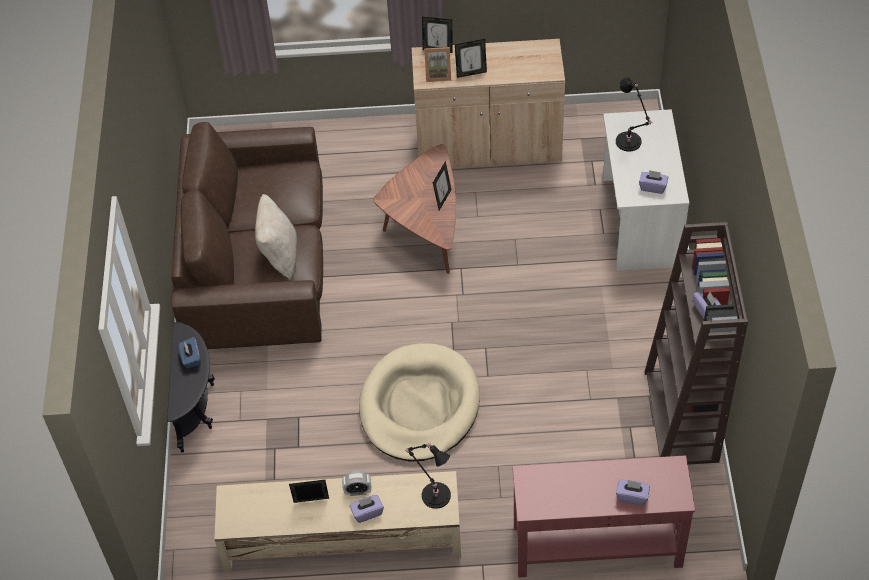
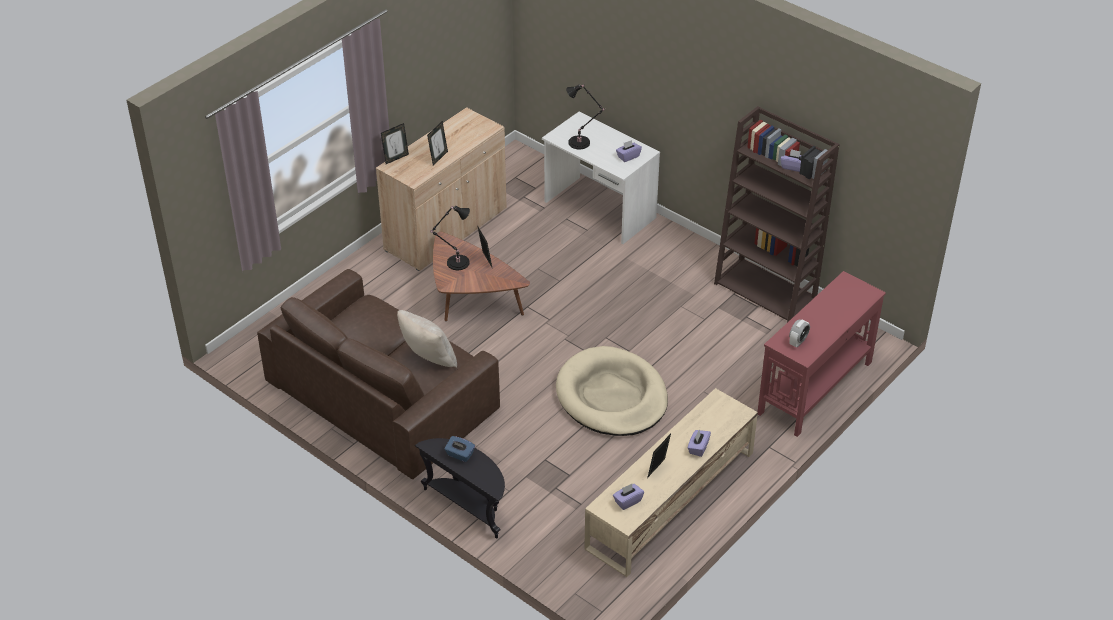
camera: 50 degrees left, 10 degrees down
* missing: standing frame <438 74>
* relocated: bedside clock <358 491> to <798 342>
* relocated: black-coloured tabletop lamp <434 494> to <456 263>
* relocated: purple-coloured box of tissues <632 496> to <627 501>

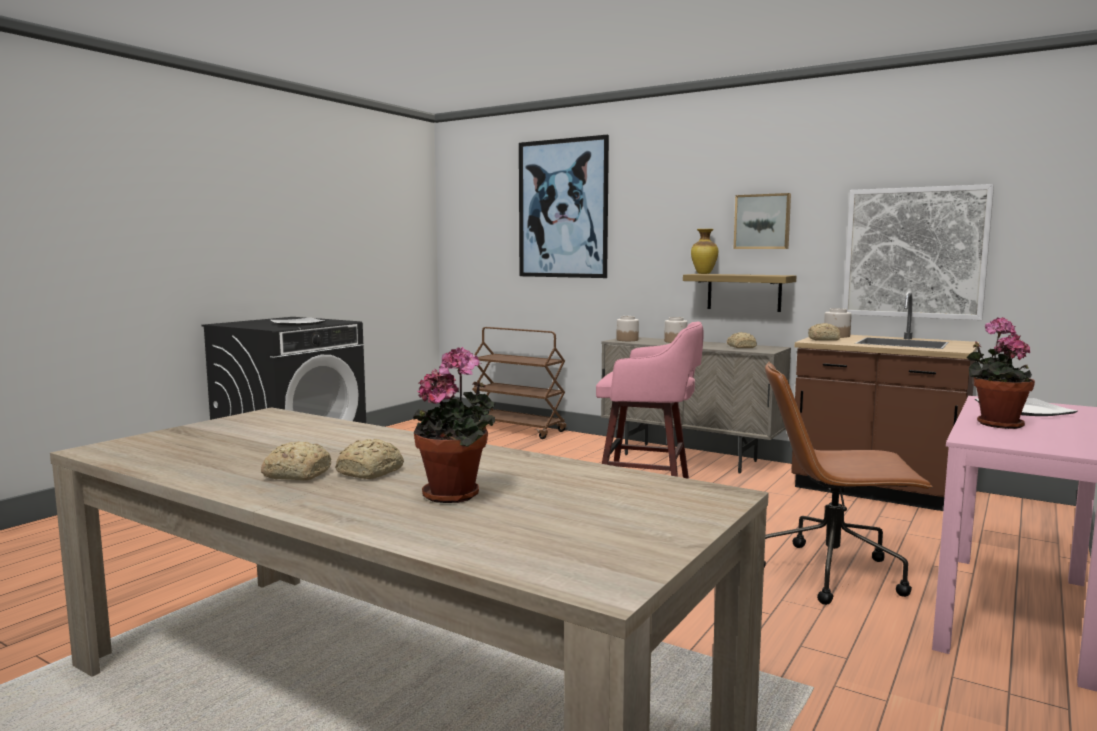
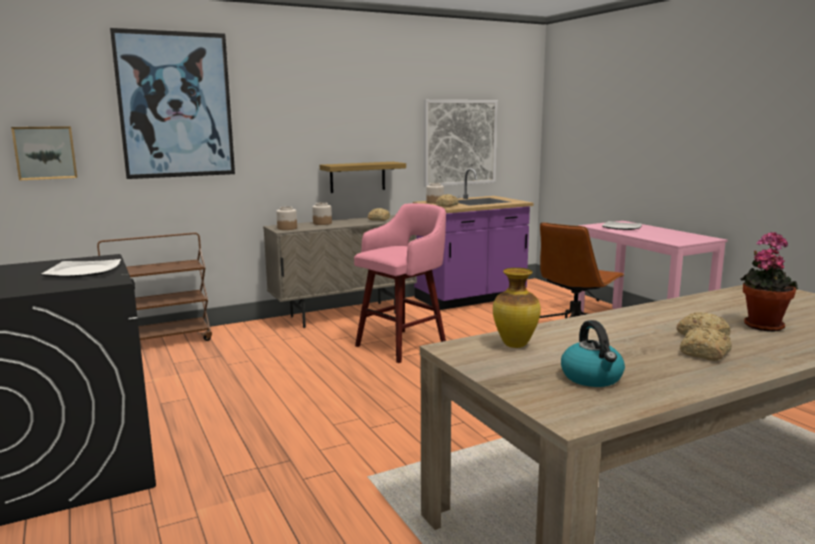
camera: 60 degrees left, 5 degrees up
* missing: houseplant <995 424>
* appeared: tea kettle <592 378>
* relocated: decorative vase <703 273> to <515 345>
* relocated: picture <762 221> to <45 152>
* colour: brown-coloured kitchen counter <877 491> to purple-coloured kitchen counter <470 298>

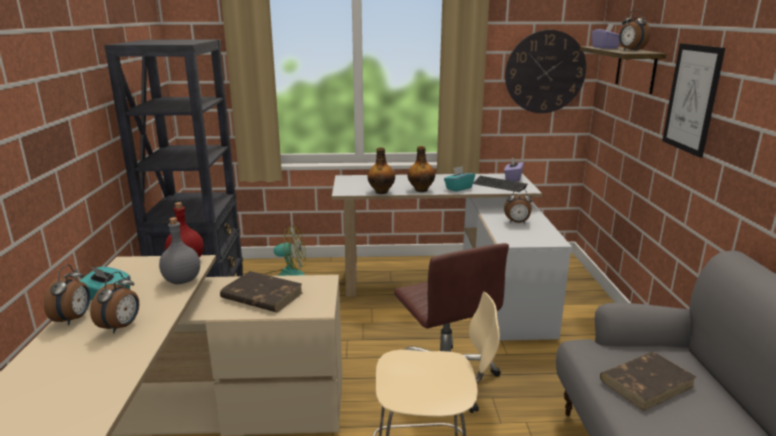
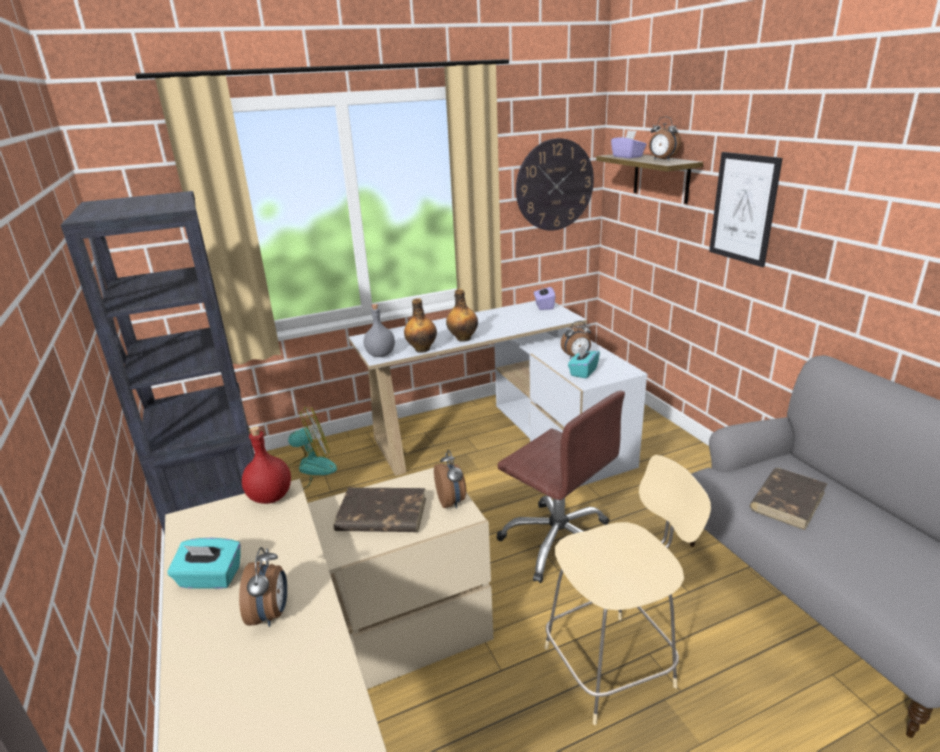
camera: 20 degrees left, 5 degrees up
* missing: keyboard <499 185>
* relocated: bedside clock <74 319> to <452 501>
* relocated: grey drink bottle <182 280> to <380 354>
* relocated: blue-green box of tissues <458 188> to <583 372>

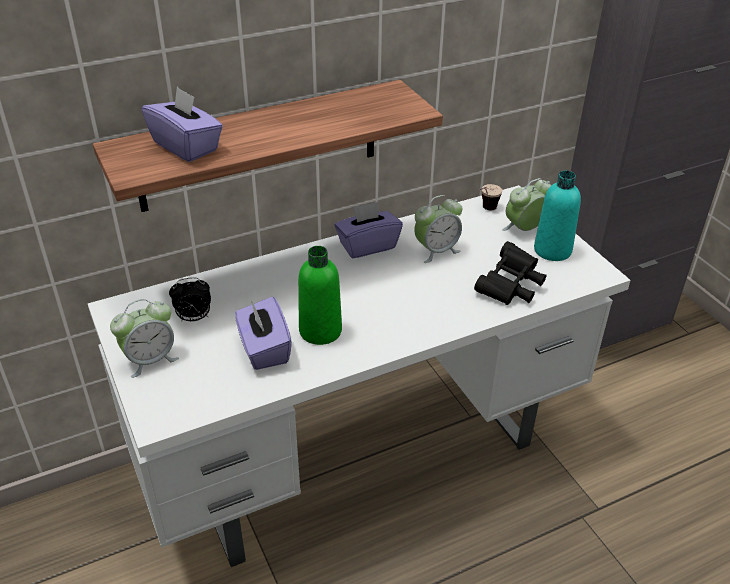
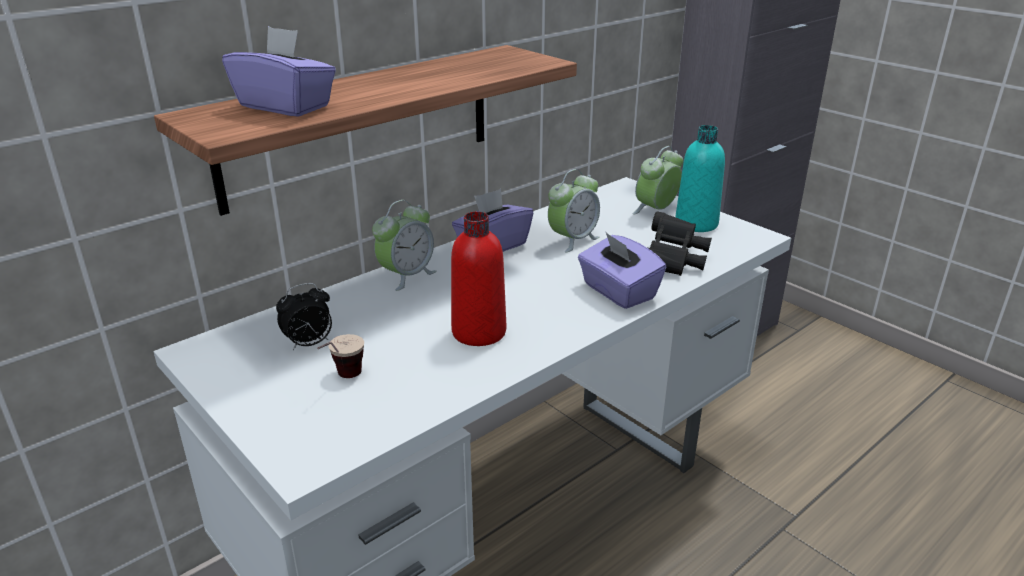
camera: 15 degrees left, 10 degrees down
* relocated: bedside clock <150 360> to <406 276>
* relocated: purple-coloured box of tissues <264 349> to <618 292>
* relocated: small cup <485 211> to <342 380>
* colour: green-coloured drink bottle <320 331> to red-coloured drink bottle <479 332>

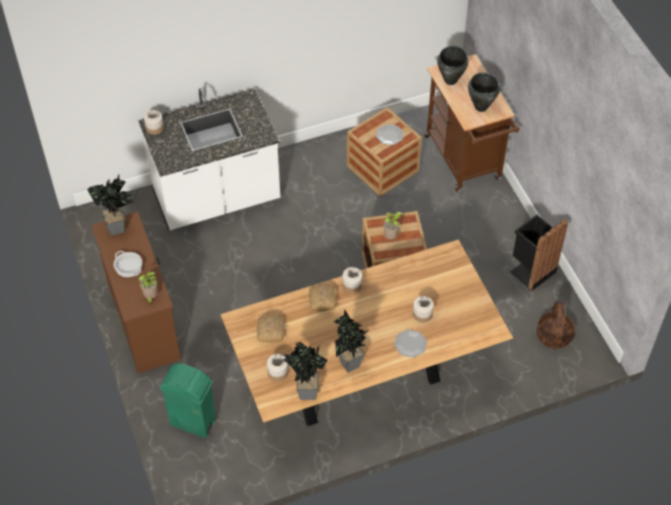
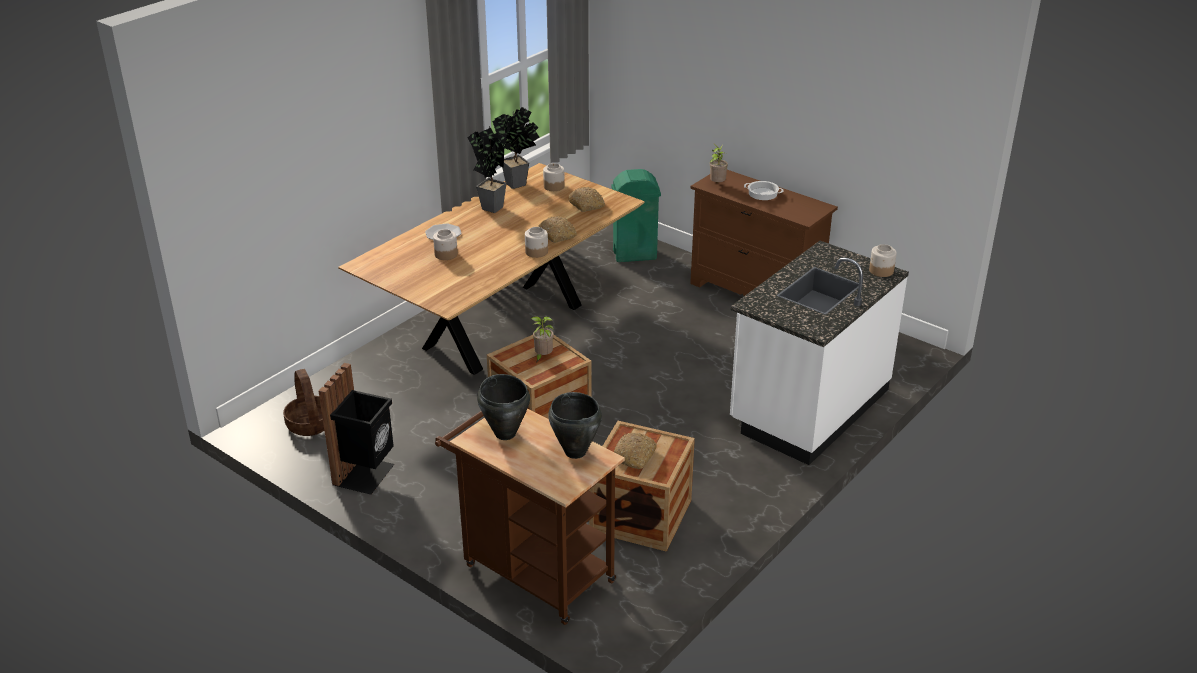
camera: 150 degrees right, 20 degrees down
* missing: houseplant <119 229>
* exchanged: dinner plate <389 135> to bakery bread <634 456>

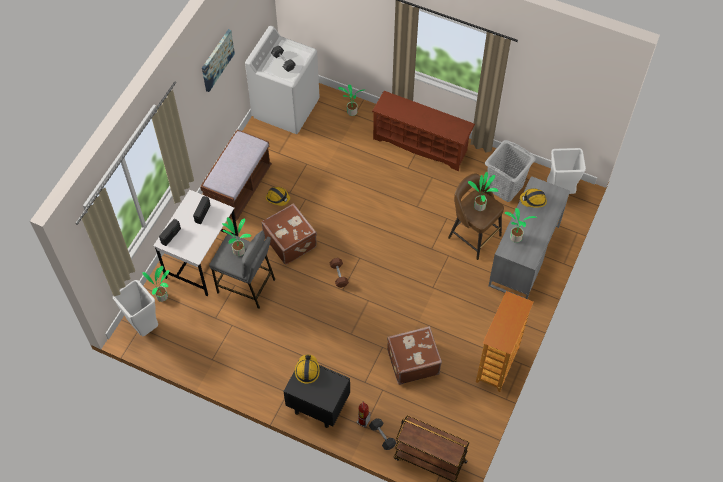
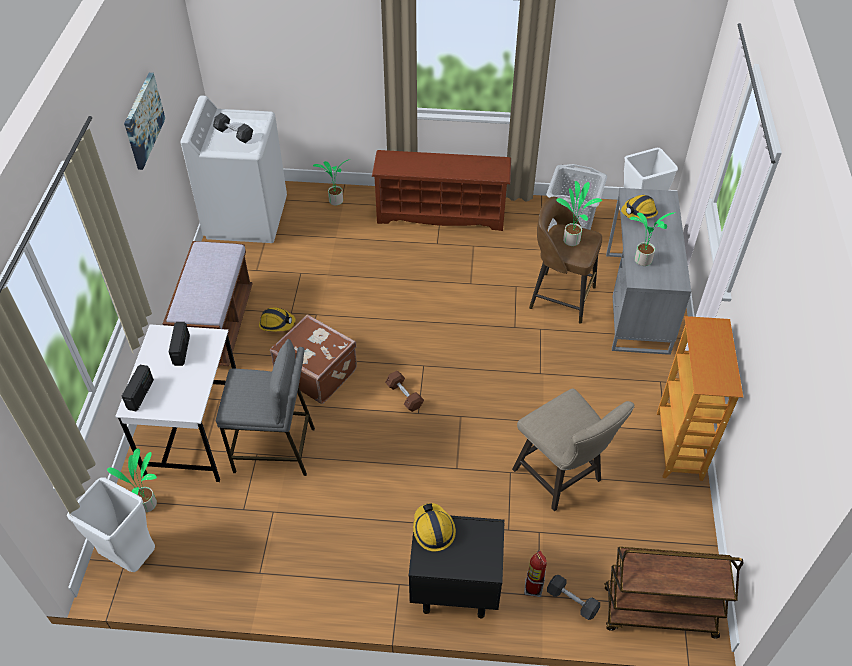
camera: 20 degrees left, 10 degrees down
* missing: houseplant <238 250>
* exchanged: brown-coloured travel case <412 361> to sand-coloured stool seat <561 478>

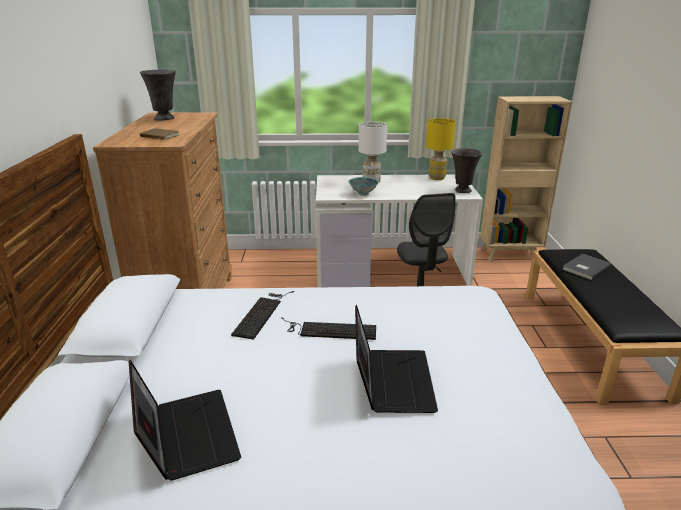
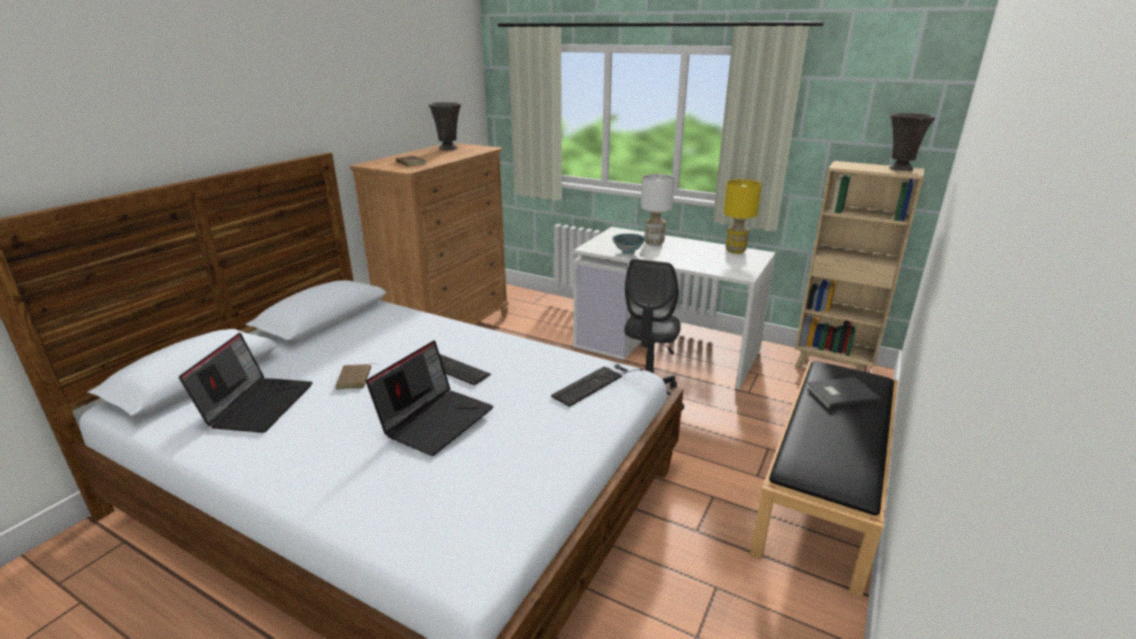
camera: 30 degrees right, 0 degrees up
* appeared: brown-coloured book <355 379>
* relocated: keyboard <262 313> to <595 383>
* relocated: grey decorative vase <462 191> to <899 169>

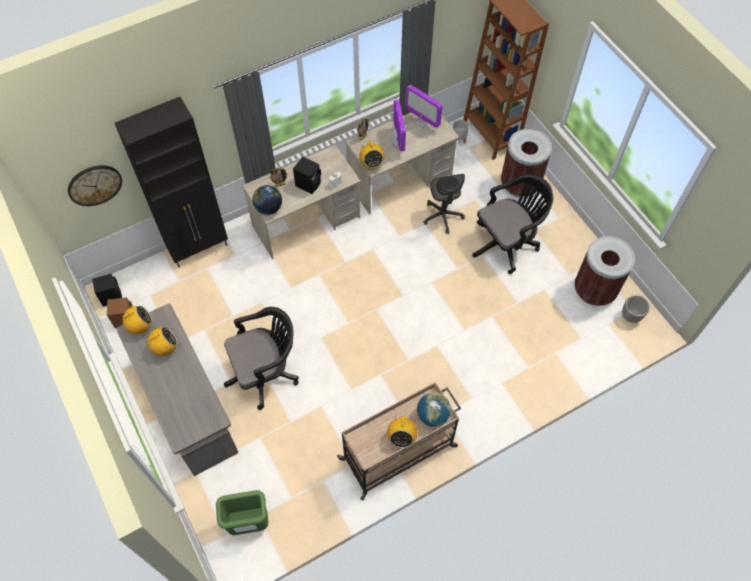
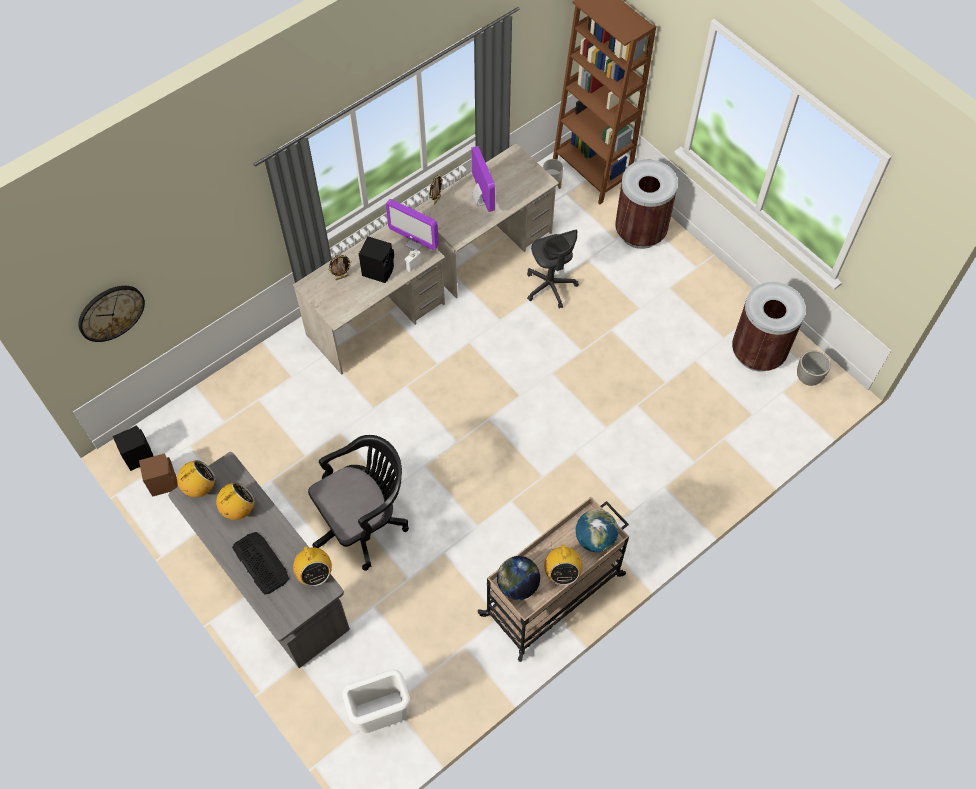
camera: 10 degrees left, 0 degrees up
* missing: black-coloured cupboard <199 248>
* missing: black-coloured office chair <507 243>
* appeared: keyboard <260 563>
* relocated: globe <269 208> to <517 585>
* relocated: radio set <371 164> to <314 573>
* relocated: computer display <422 122> to <415 243>
* colour: green-coloured waste bin <249 524> to whitish waste bin <381 716>

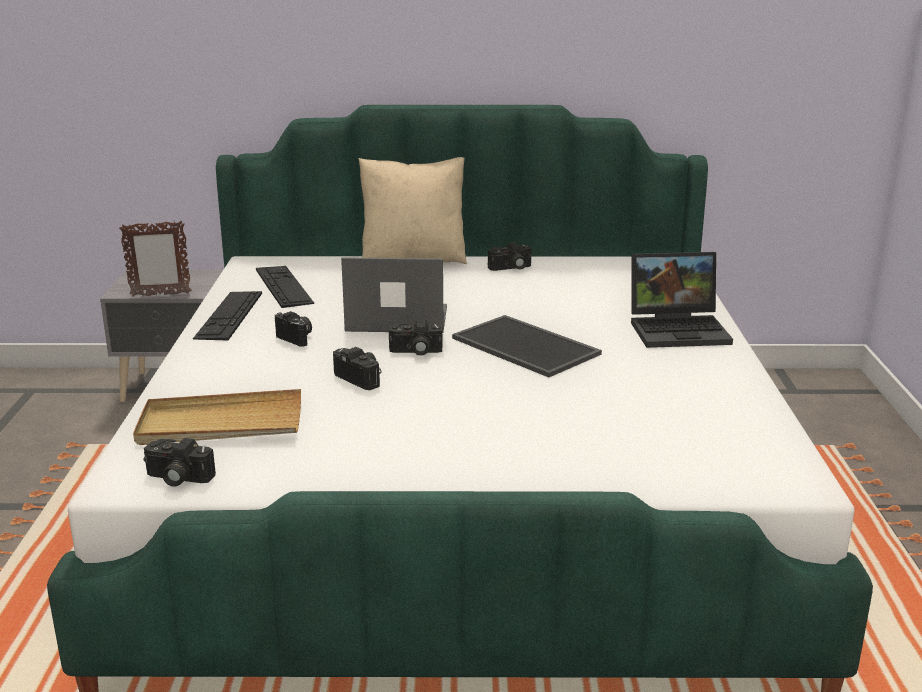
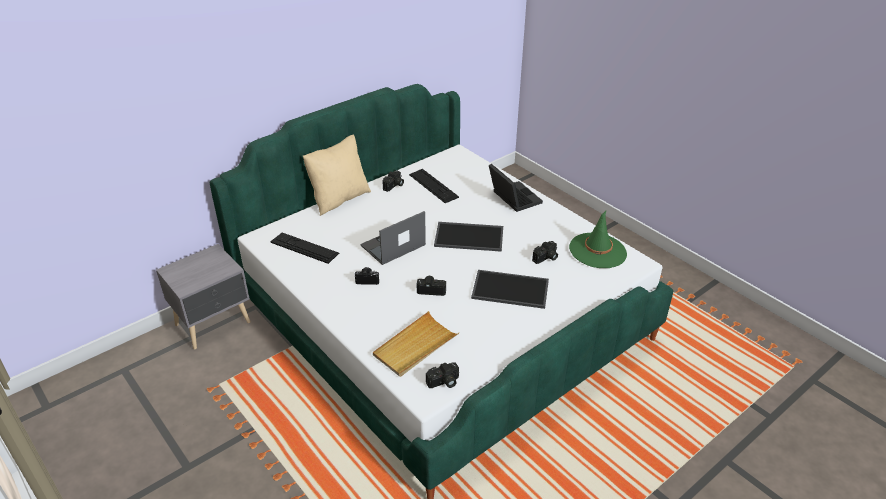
camera: 40 degrees left, 15 degrees up
* missing: standing frame <160 295>
* appeared: serving tray <509 290>
* appeared: green-coloured wearable hat <597 251>
* relocated: keyboard <229 315> to <433 186>
* relocated: photo camera <415 351> to <546 258>
* spun: notebook computer <680 329> = <512 198> 75 degrees counterclockwise

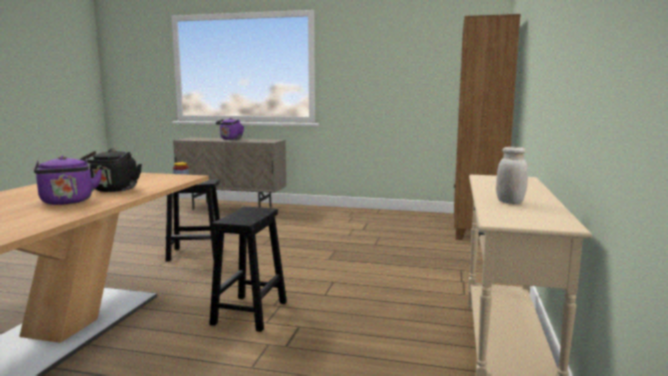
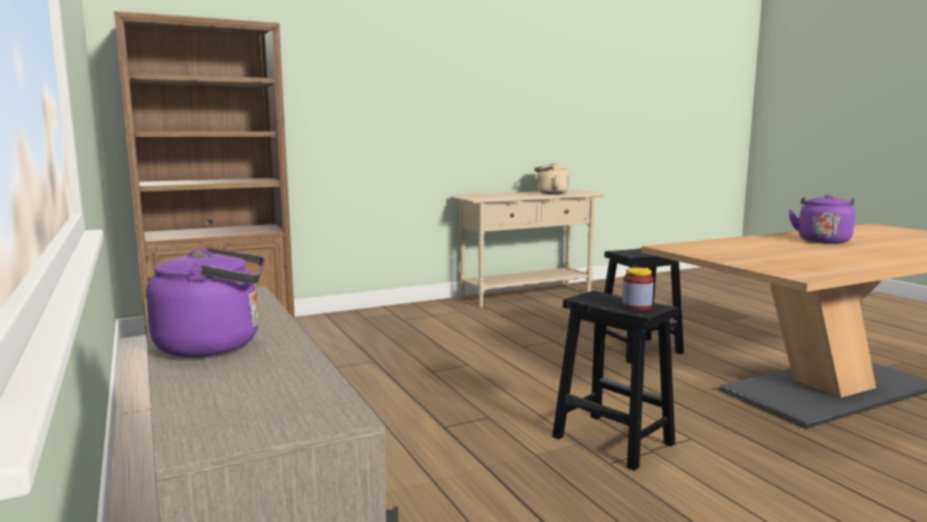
camera: 130 degrees left, 0 degrees up
* missing: black-coloured tea kettle <114 190>
* exchanged: whitish storage jar <510 202> to sand-coloured tea kettle <550 193>

